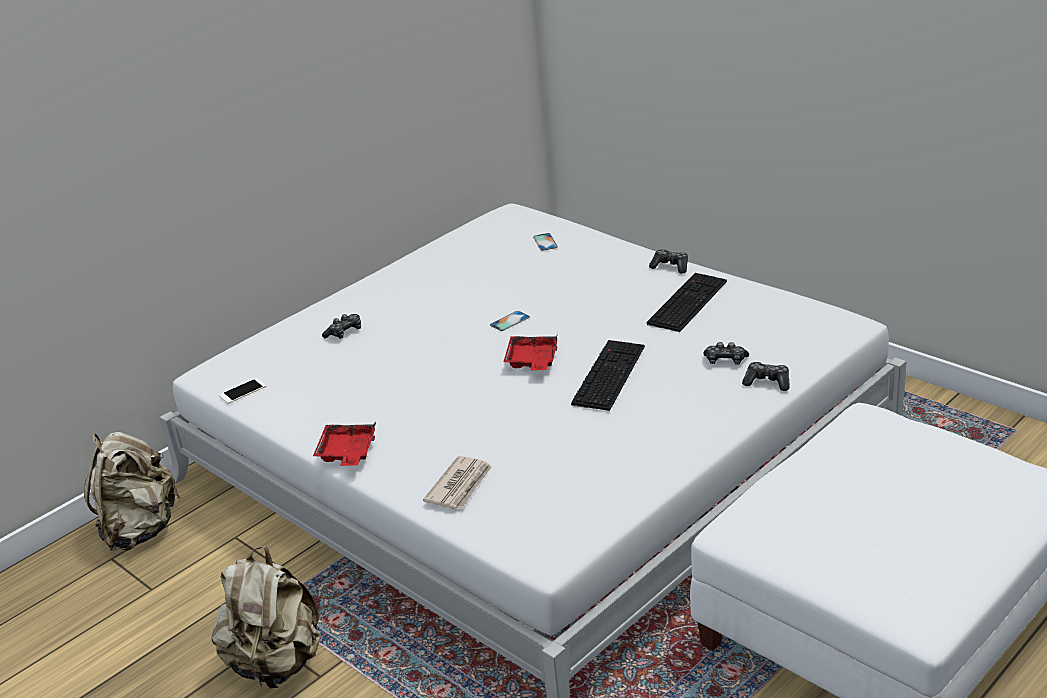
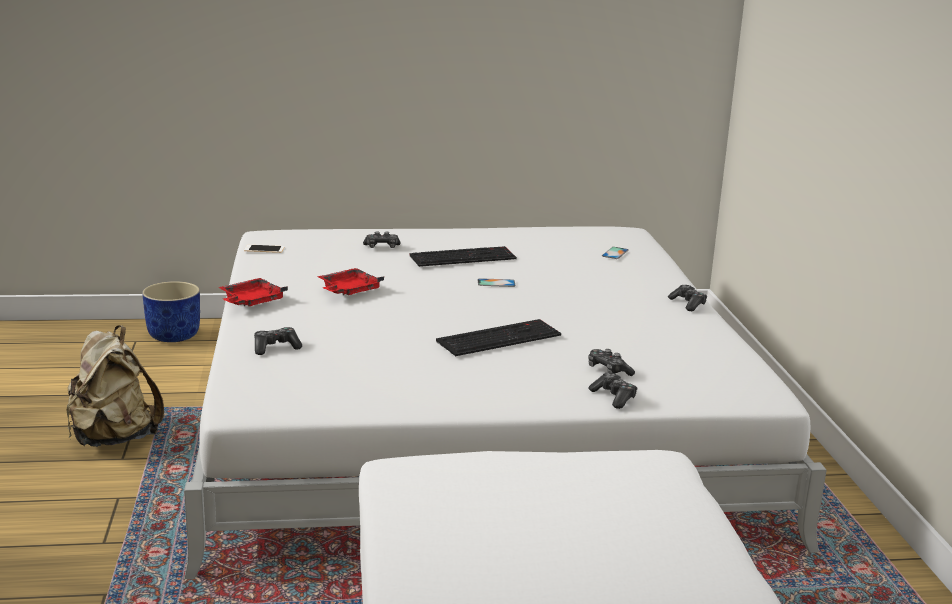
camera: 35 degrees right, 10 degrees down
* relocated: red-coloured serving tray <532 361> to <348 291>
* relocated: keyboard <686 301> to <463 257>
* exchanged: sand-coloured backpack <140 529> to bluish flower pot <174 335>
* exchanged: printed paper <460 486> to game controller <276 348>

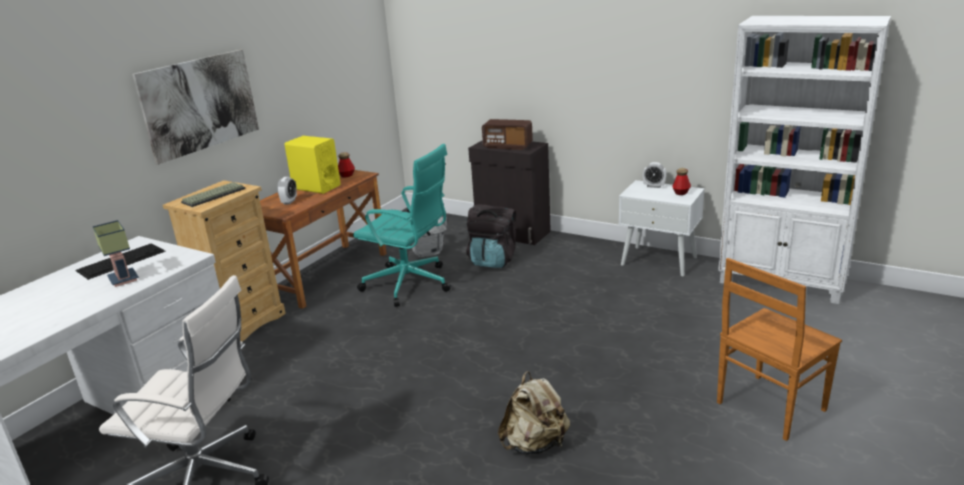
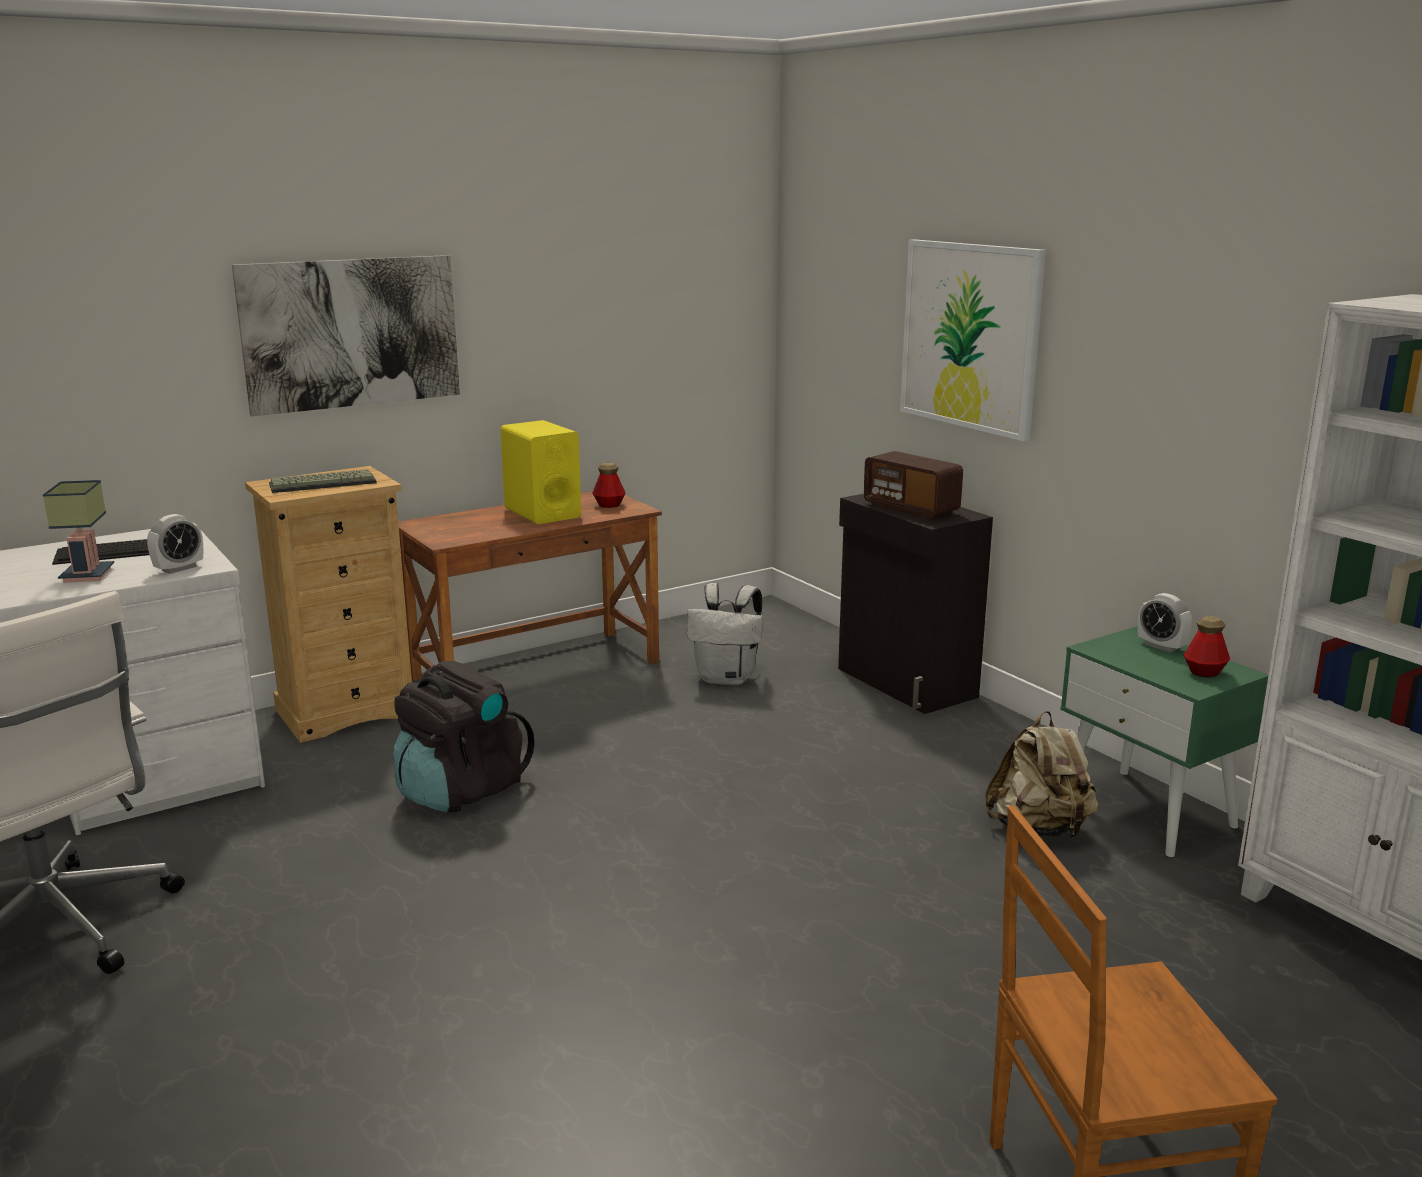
camera: 25 degrees right, 5 degrees down
* missing: blue-green office chair <410 284>
* appeared: picture <970 336>
* relocated: bedside clock <289 201> to <179 568>
* relocated: black-coloured backpack <493 260> to <461 790>
* relocated: sand-coloured backpack <535 444> to <1039 830>
* colour: whitish nightstand <659 261> to green-coloured nightstand <1146 811>

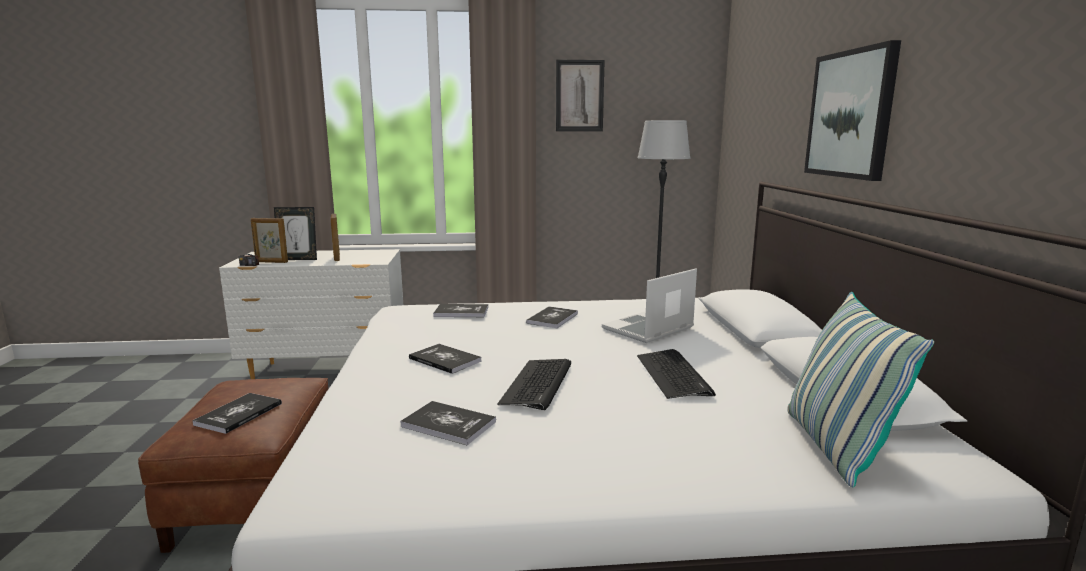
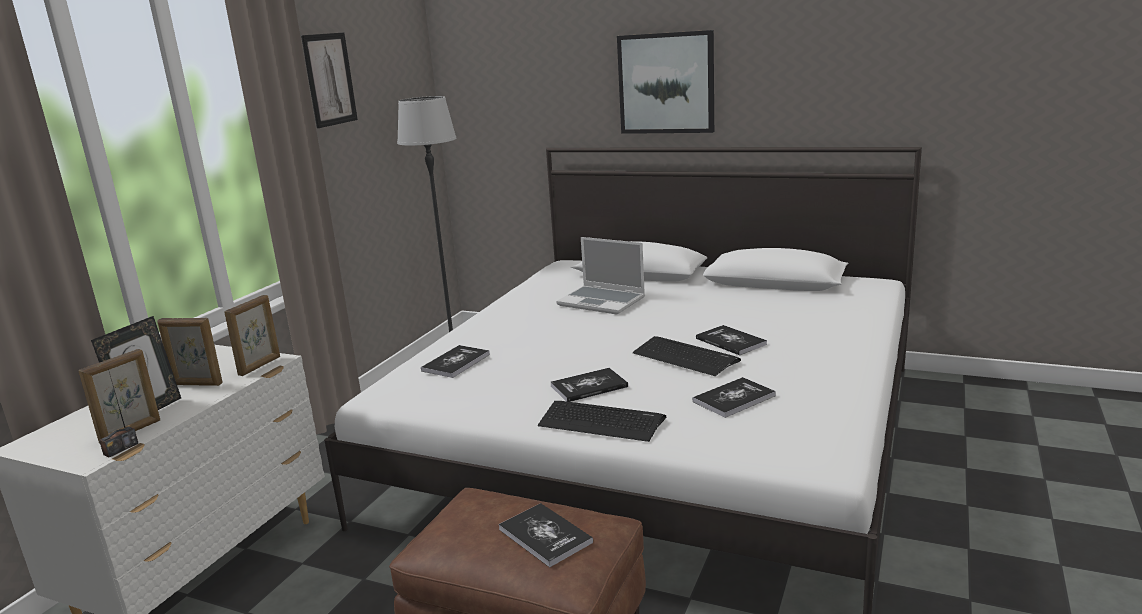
camera: 60 degrees left, 5 degrees up
* missing: cushion <835 447>
* appeared: standing frame <260 366>
* relocated: book <552 318> to <730 341>
* relocated: keyboard <673 375> to <601 422>
* spun: notebook computer <648 329> = <603 301> 45 degrees counterclockwise

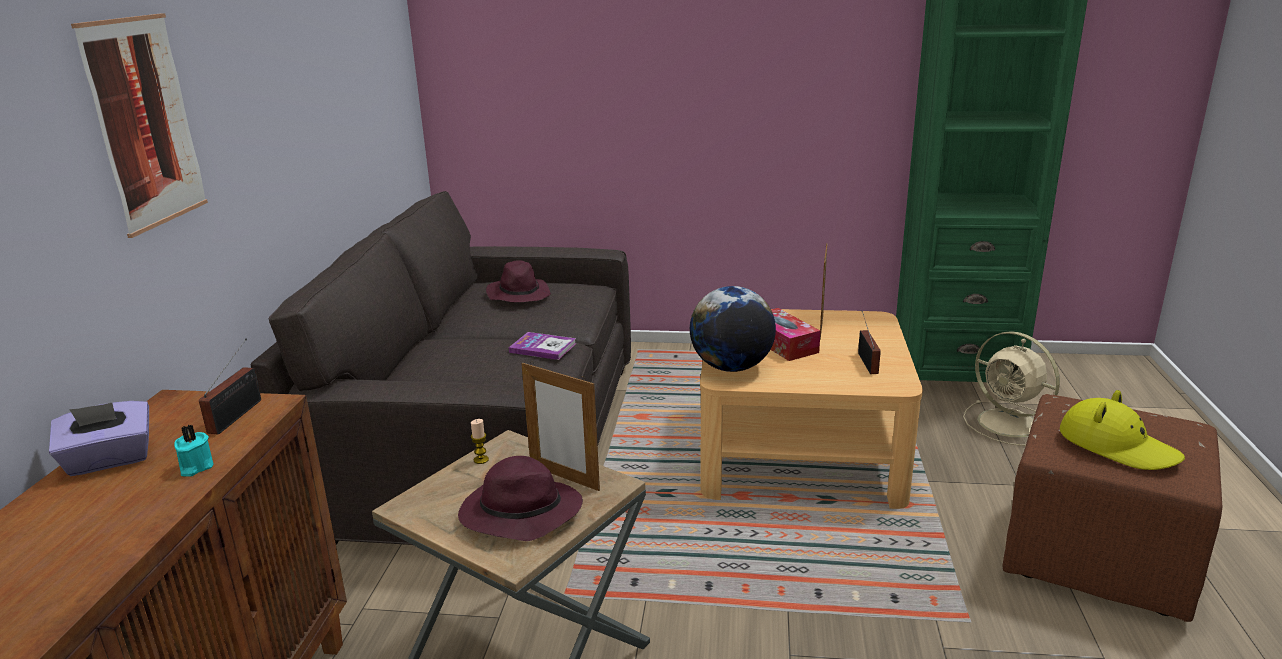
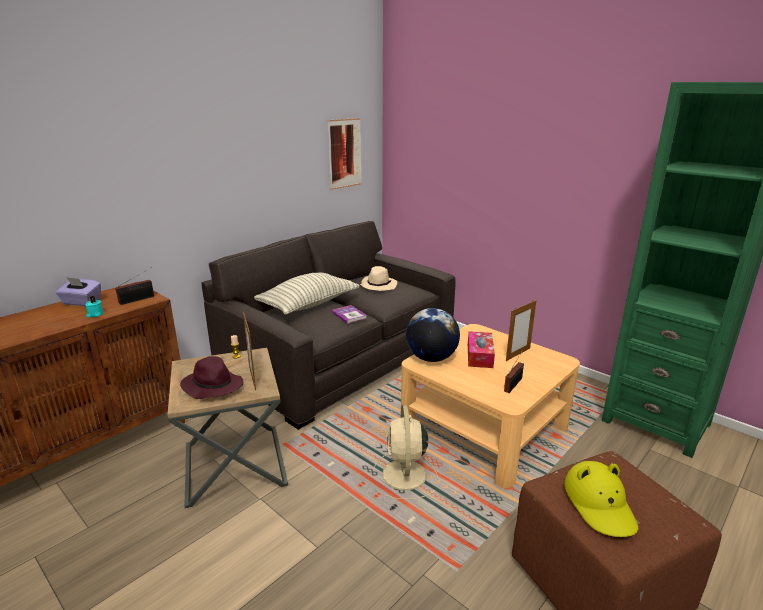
camera: 35 degrees right, 0 degrees up
* appeared: cushion <308 304>
* relocated: picture <144 123> to <345 153>
* relocated: sand-coloured cooling fan <1010 424> to <404 476>
* colour: purple-coloured wearable hat <518 295> to sand-coloured wearable hat <378 285>

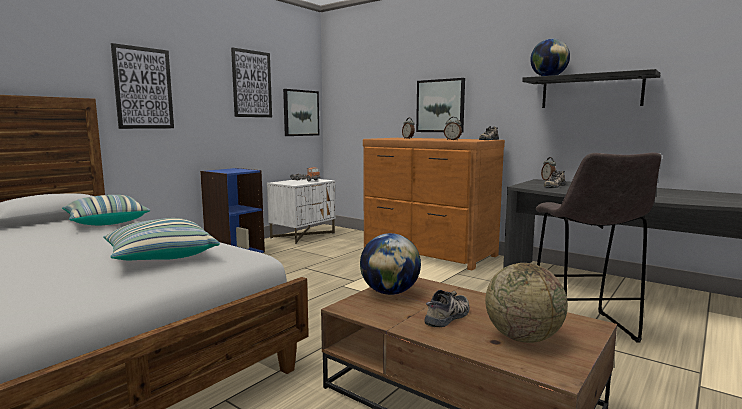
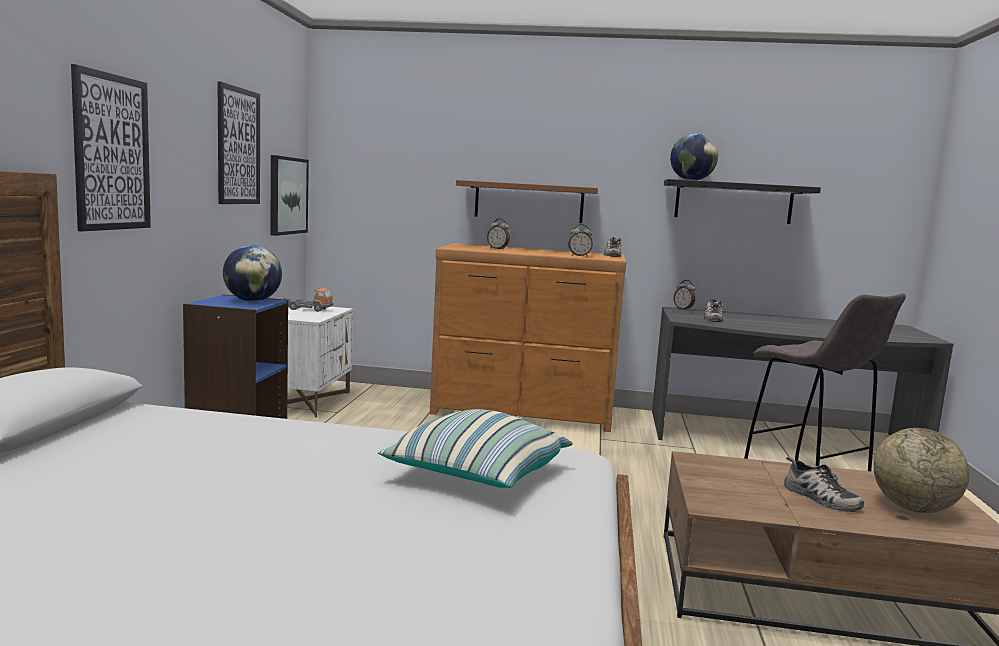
camera: 30 degrees left, 0 degrees up
* missing: cushion <106 222>
* relocated: globe <390 292> to <252 301>
* exchanged: picture <440 106> to brown-coloured bracket shelf <529 202>
* spun: low shoe <448 316> = <819 498> 135 degrees clockwise

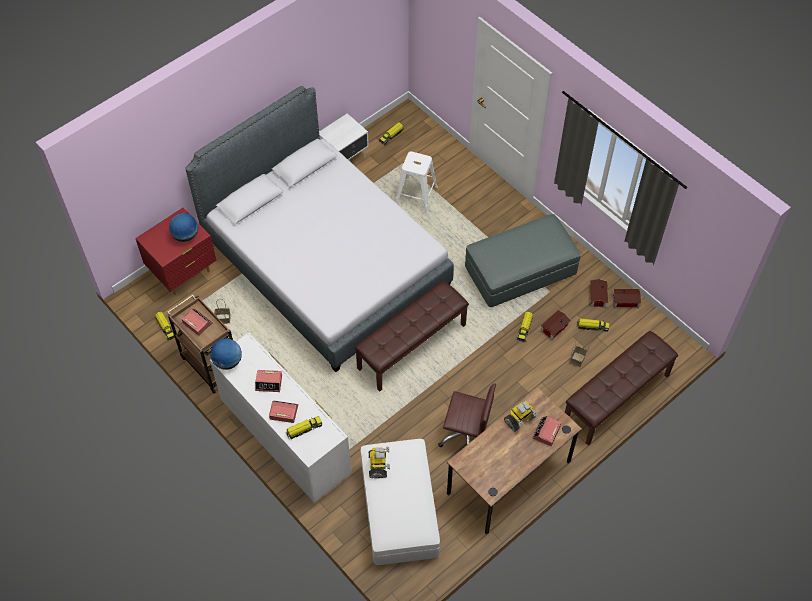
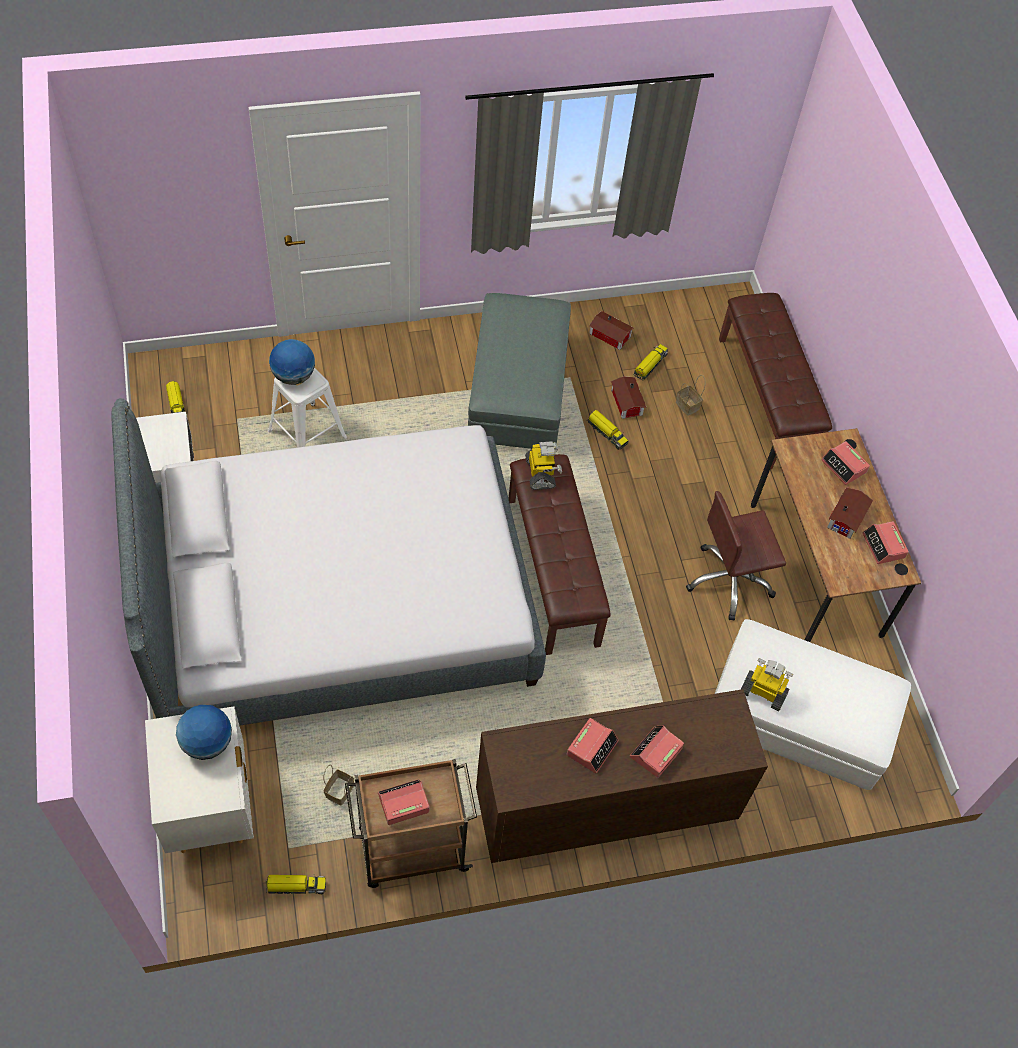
camera: 65 degrees left, 0 degrees up
* missing: model truck <304 429>
* appeared: bedside clock <883 546>
* relocated: globe <228 361> to <294 376>
* relocated: toy robot <519 419> to <541 473>
* relocated: toy house <626 301> to <848 517>
* colour: red-coloured nightstand <183 273> to whitish nightstand <210 809>
* colour: whitish drawer chest <285 437> to brown-coloured drawer chest <604 806>
* spun: brown-coloured office chair <467 436> = <729 581> 150 degrees counterclockwise

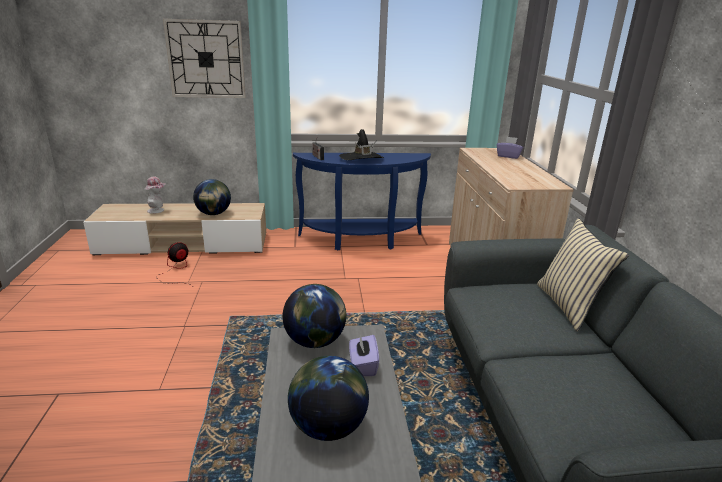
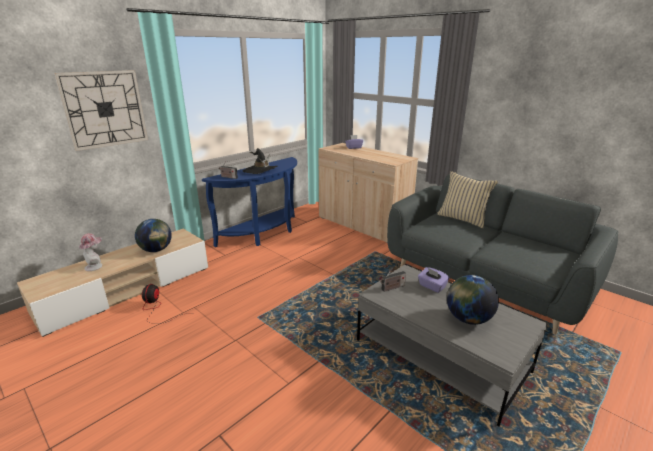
camera: 40 degrees left, 0 degrees up
* exchanged: globe <315 341> to radio set <392 288>

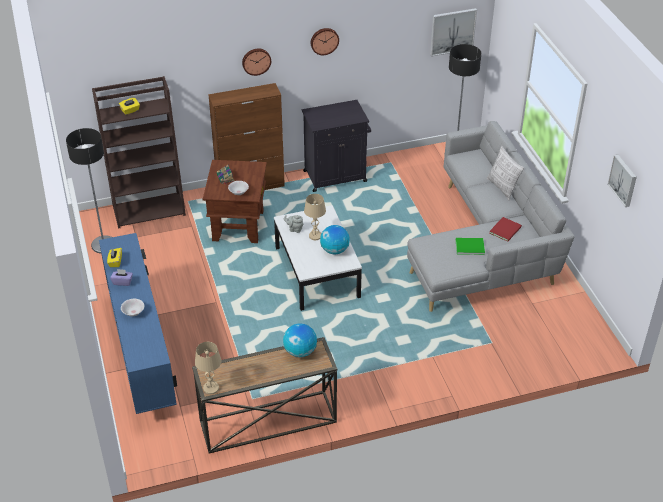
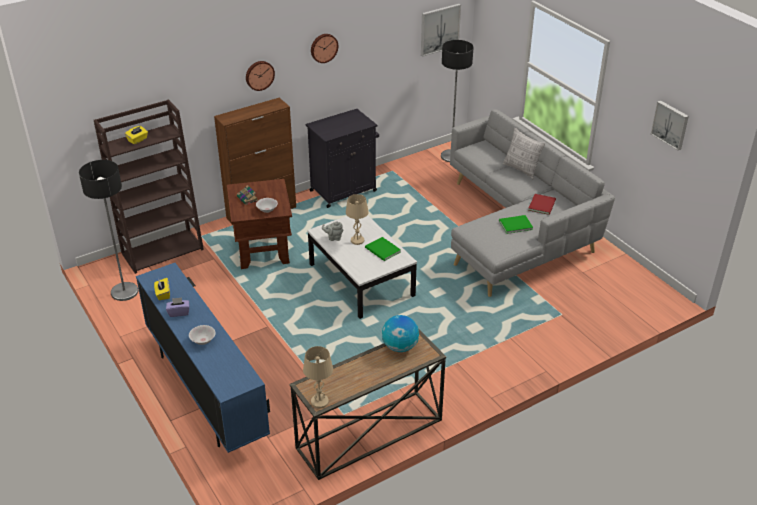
camera: 15 degrees left, 5 degrees down
* exchanged: globe <334 250> to green-coloured book <383 250>

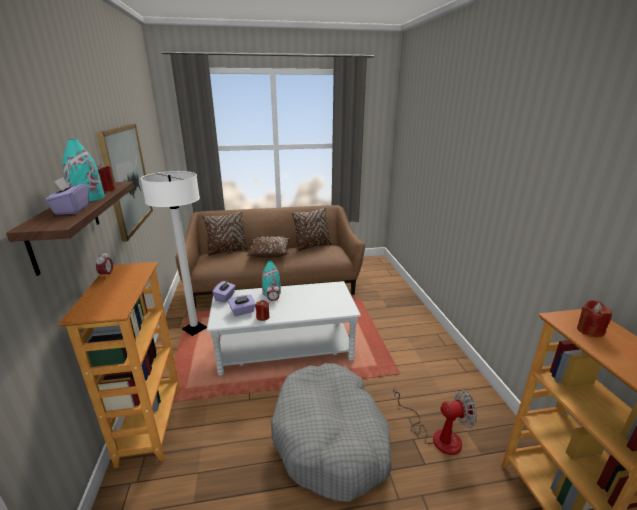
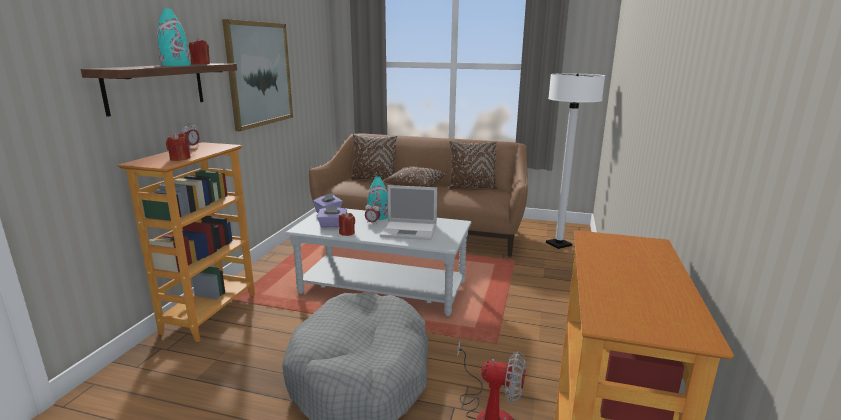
camera: 25 degrees right, 5 degrees down
* missing: purple-coloured box of tissues <72 210>
* appeared: notebook computer <410 230>
* relocated: whitish floor lamp <194 329> to <558 244>
* relocated: red-coloured wax candle <589 331> to <180 159>

